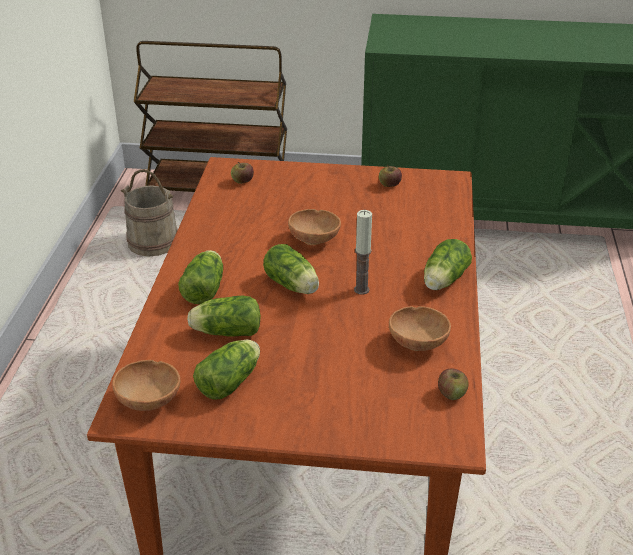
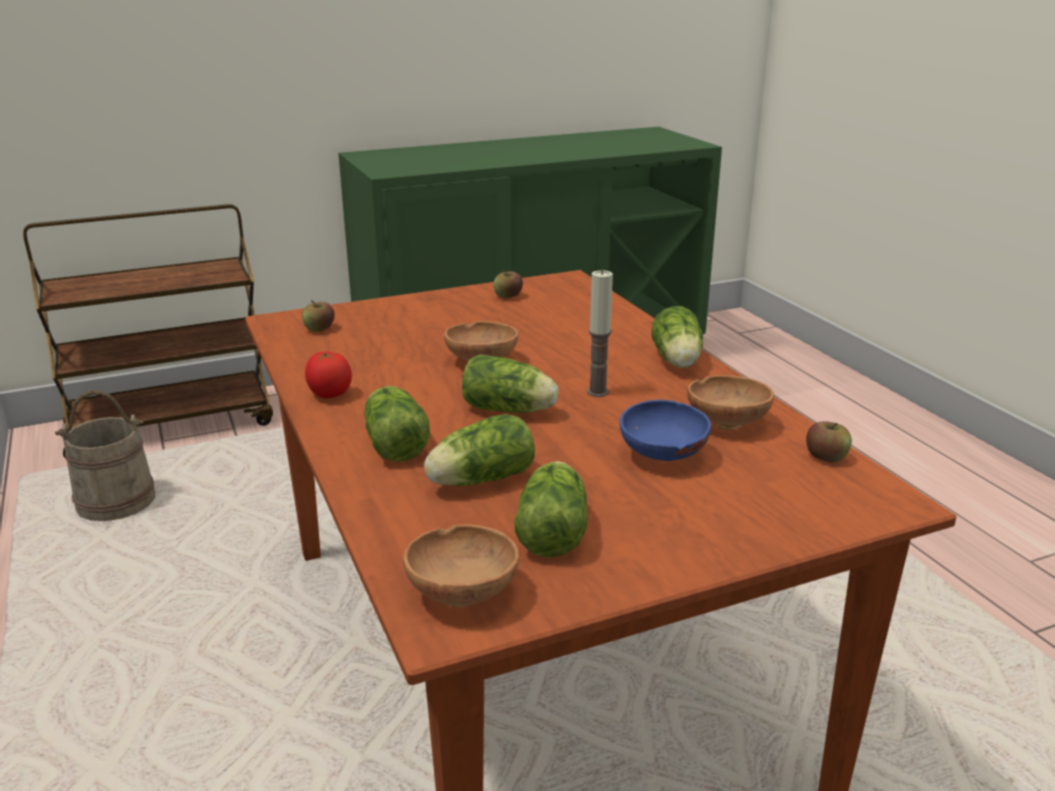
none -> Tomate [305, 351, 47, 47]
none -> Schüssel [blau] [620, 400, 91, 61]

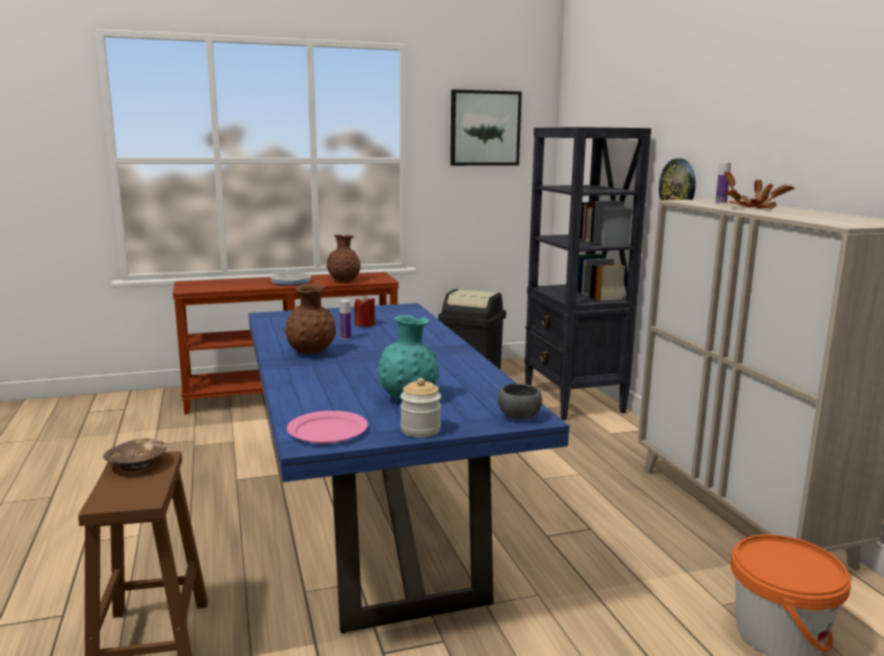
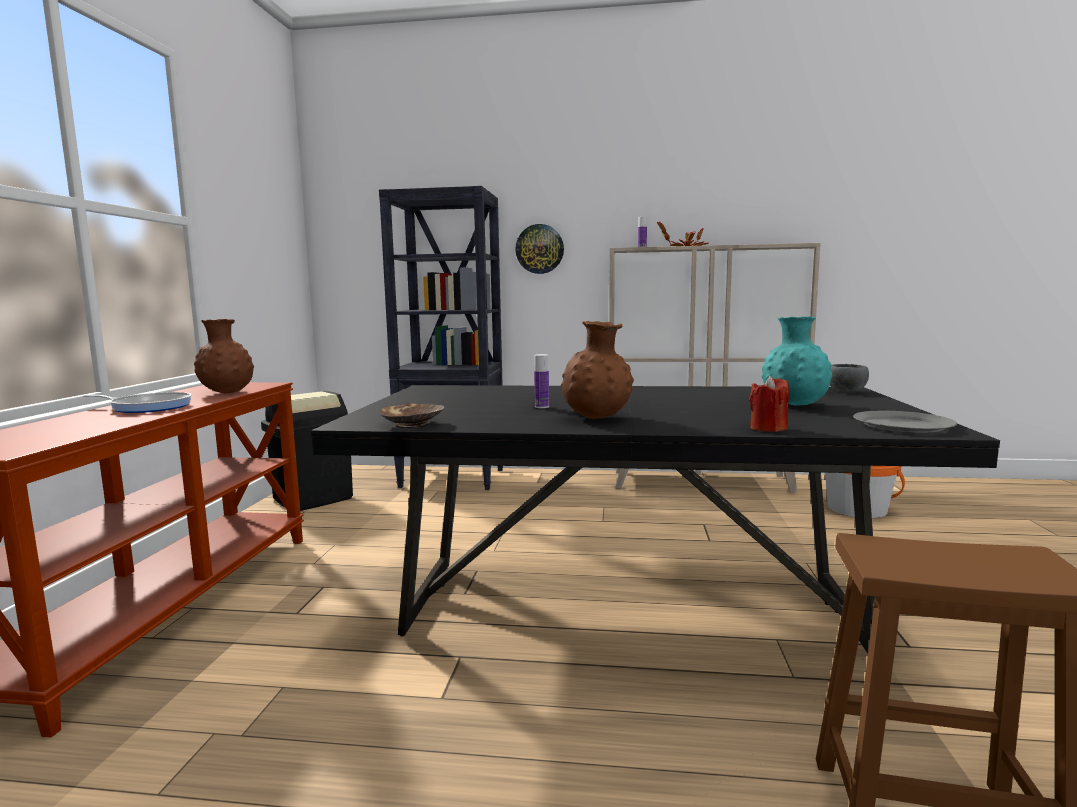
Bild [450, 90, 72, 76] -> none
Kerze [rot] [354, 295, 21, 32] -> Kerze [rot] [749, 376, 41, 56], moved
Esstisch [blau] [248, 303, 321, 330] -> Esstisch [schwarz] [311, 385, 689, 268]
Vorratsglas [400, 378, 41, 59] -> none
Teller [rosa] [287, 411, 81, 32] -> Teller [grau] [853, 411, 104, 22]
Schüssel [braun] [103, 439, 63, 32] -> Schüssel [braun] [379, 403, 65, 25], moved

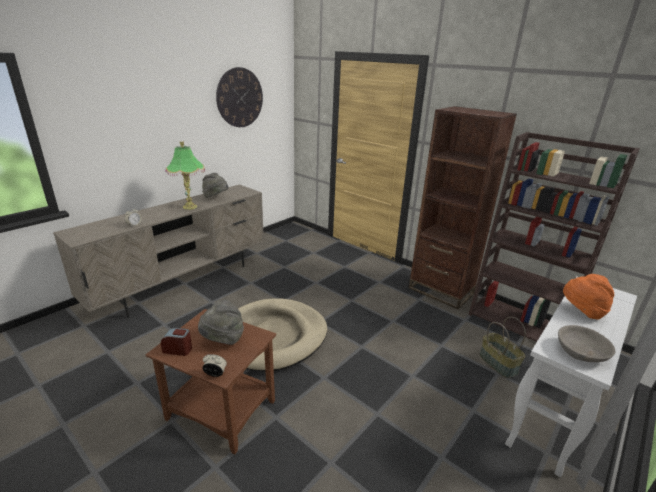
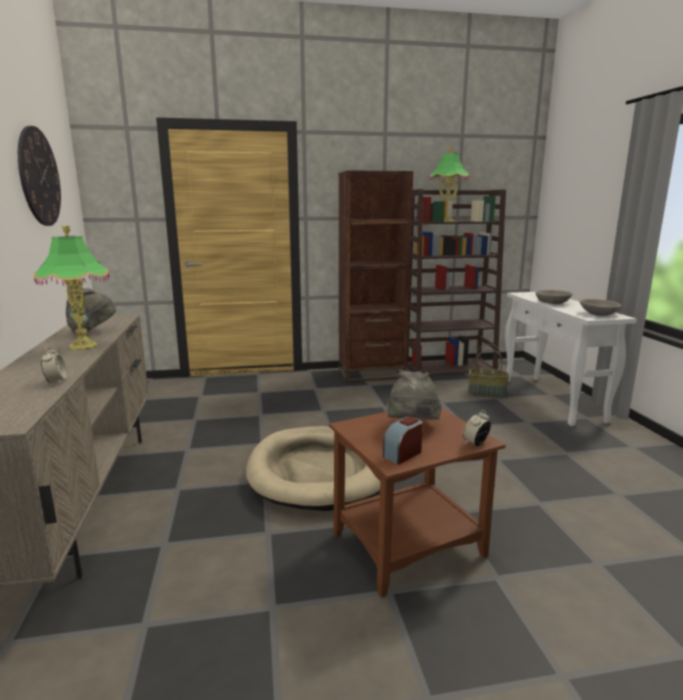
Hut [orange] [563, 274, 51, 46] -> Schüssel [grau] [535, 290, 38, 14]
none -> Tischlampe [429, 147, 40, 75]

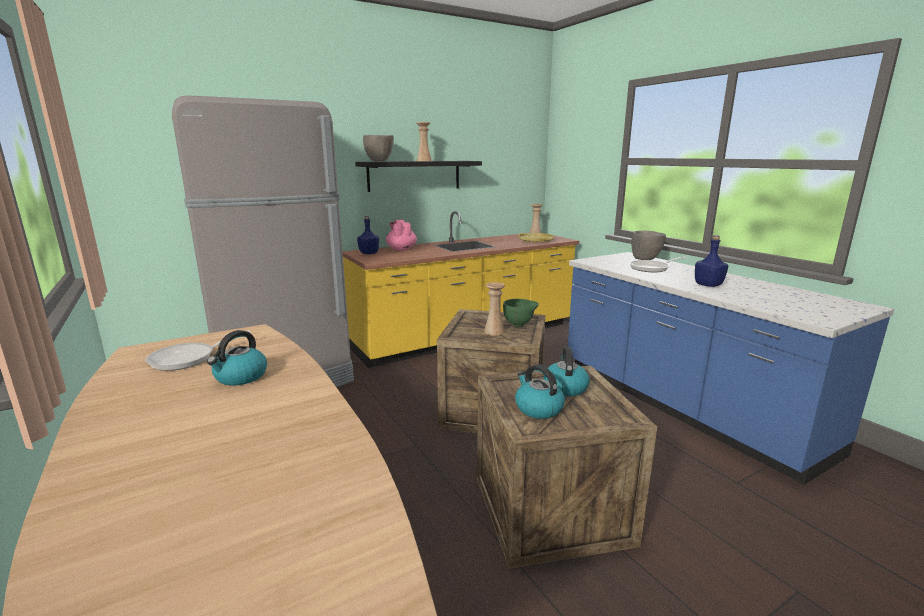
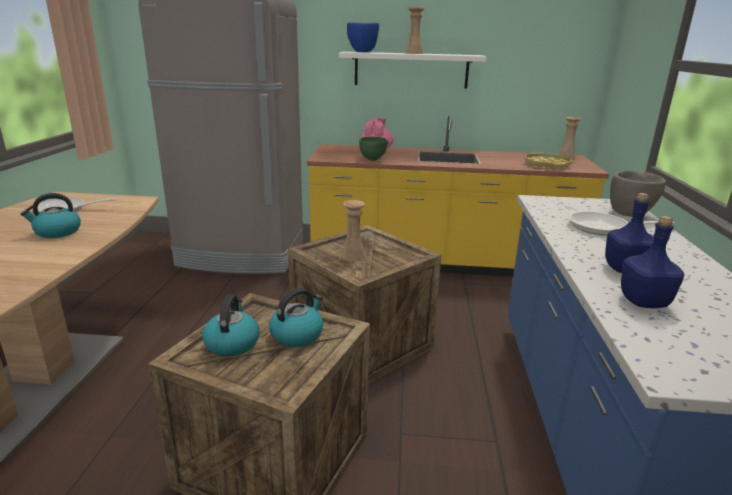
Schüssel [grau] [363, 135, 31, 26] -> Schüssel [blau] [347, 22, 32, 30]
Wandregal [schwarz] [355, 161, 127, 31] -> Wandregal [weiß] [339, 52, 148, 36]
Flasche [blau] [357, 216, 22, 38] -> Flasche [blau] [621, 216, 63, 92], moved
Schüssel [grün] [503, 299, 36, 28] -> Schüssel [grün] [359, 137, 30, 24], moved

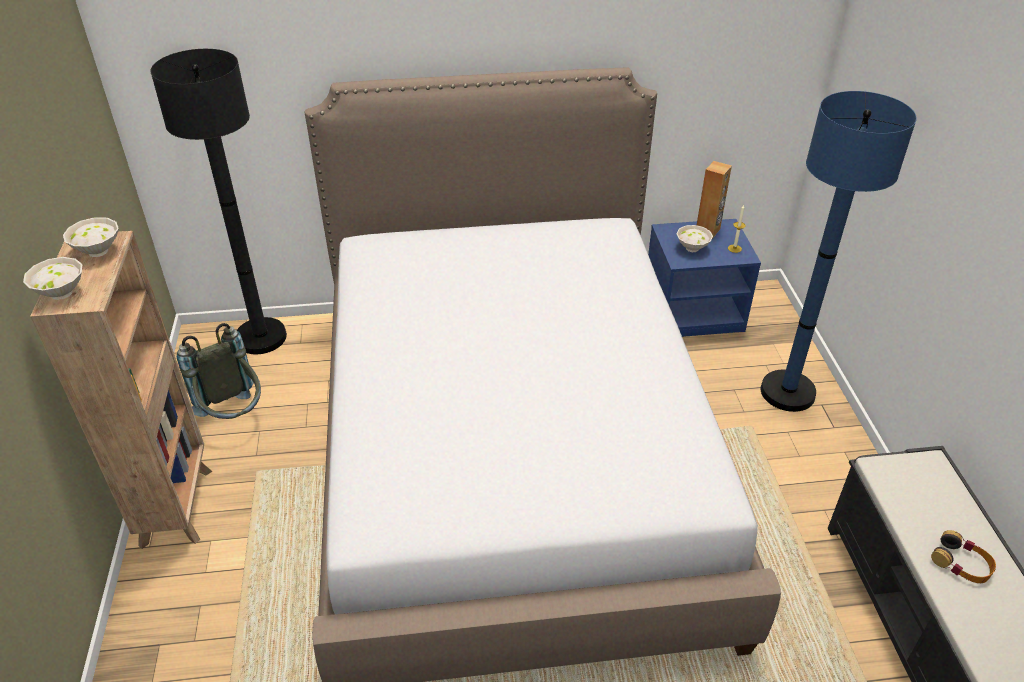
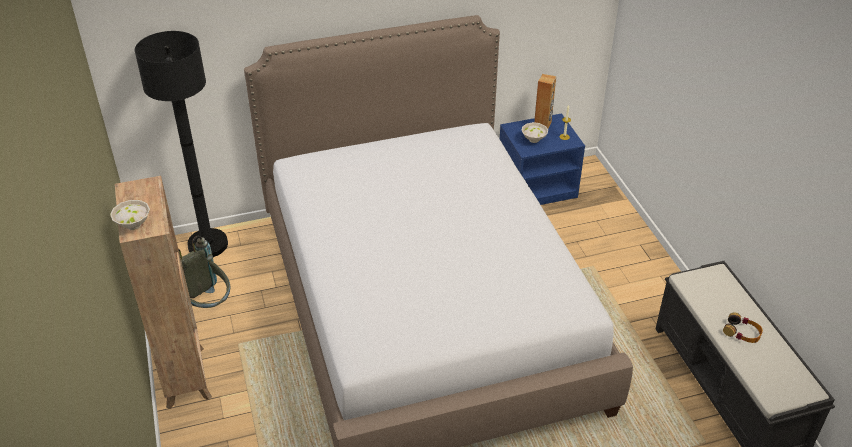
Stehlampe [blau] [761, 91, 156, 321] -> none
Schüssel [weiß] [63, 217, 56, 40] -> none

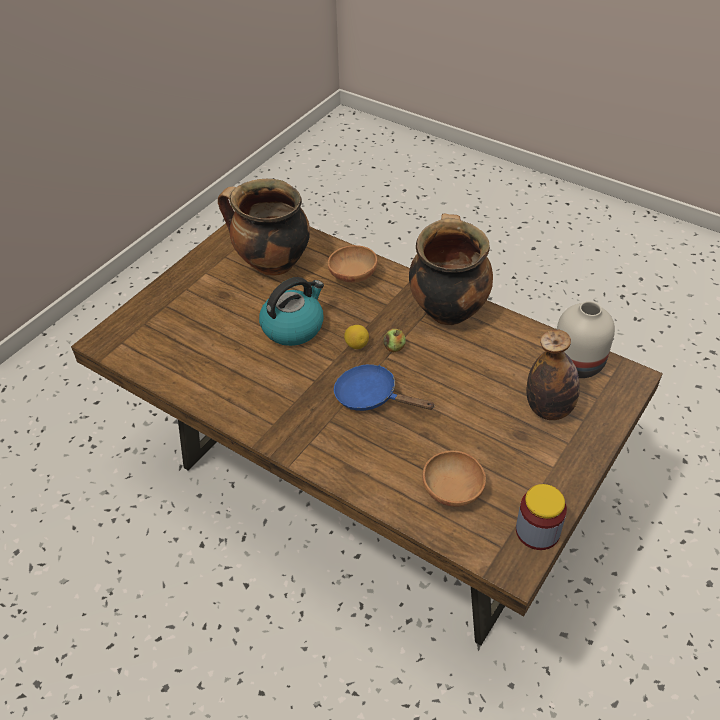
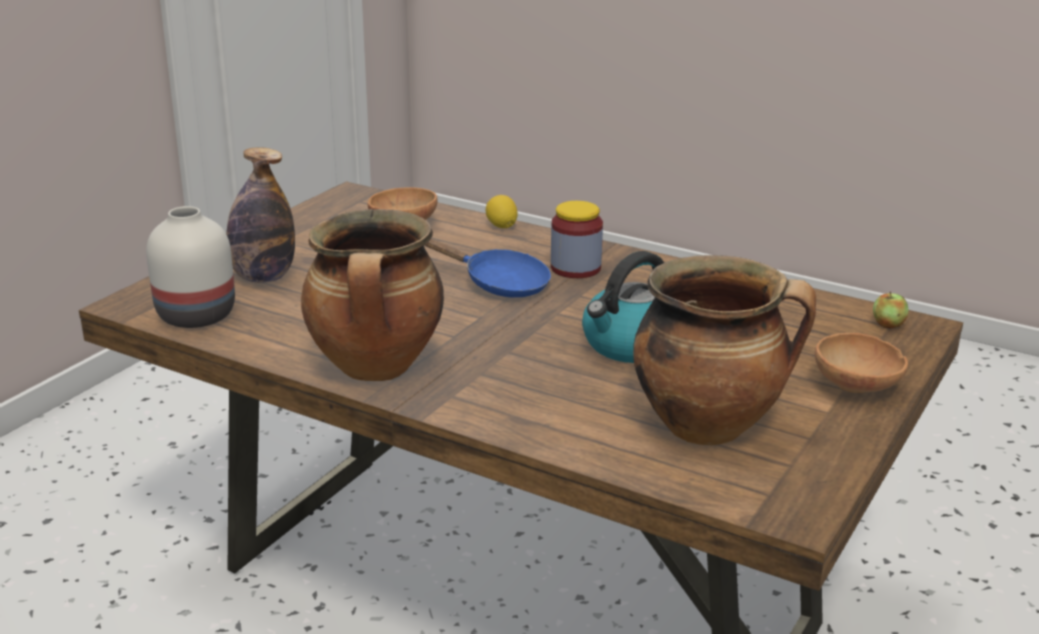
Schüssel [braun] [328, 245, 50, 38] -> Schüssel [braun] [815, 333, 93, 60], moved
Zitrone [344, 325, 25, 24] -> Zitrone [486, 195, 32, 33], moved
Apfel [383, 329, 23, 23] -> Apfel [873, 291, 36, 38], moved
Vorratsglas [516, 484, 51, 66] -> Vorratsglas [551, 201, 52, 77], moved

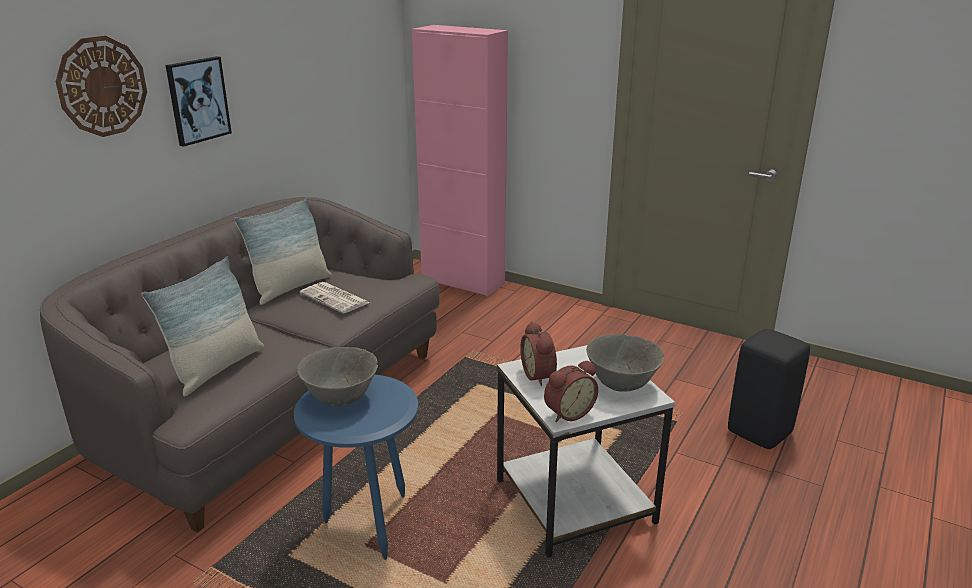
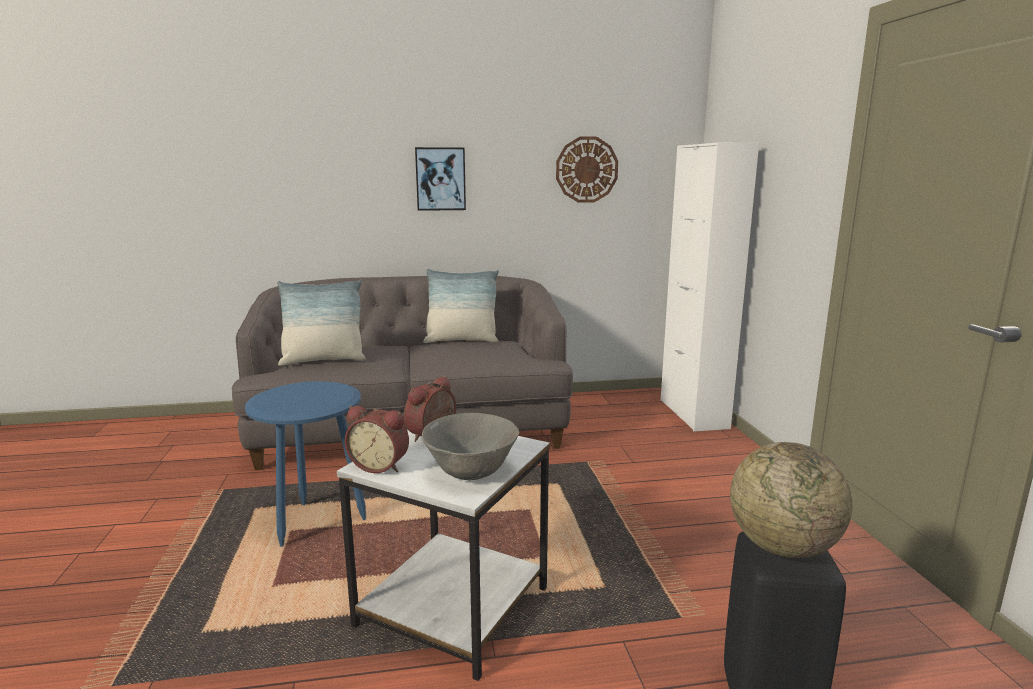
Schrank [rosa] [412, 25, 96, 272] -> Schrank [weiß] [660, 143, 99, 289]
Wanduhr [55, 36, 92, 101] -> Wanduhr [556, 137, 62, 66], moved
Zeitung [300, 282, 70, 32] -> none
Schüssel [grau] [297, 347, 81, 60] -> none
none -> Globus [730, 442, 122, 116]

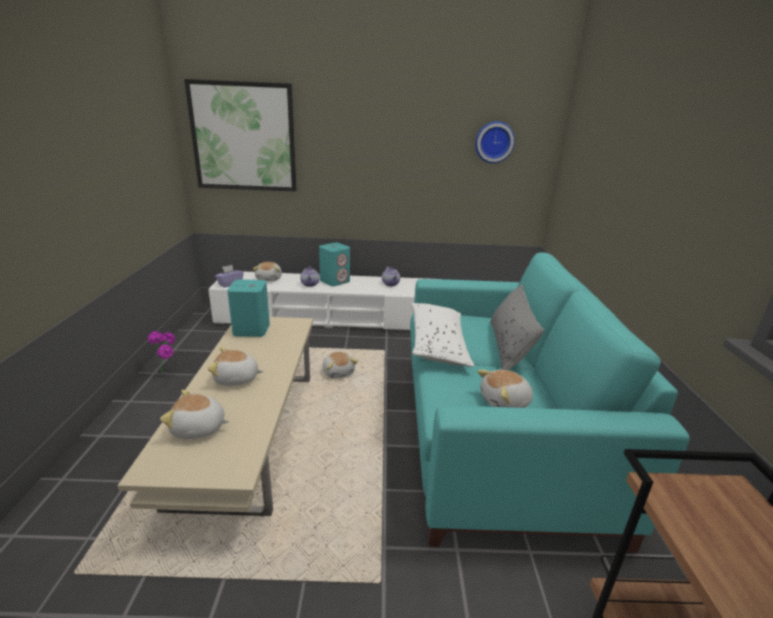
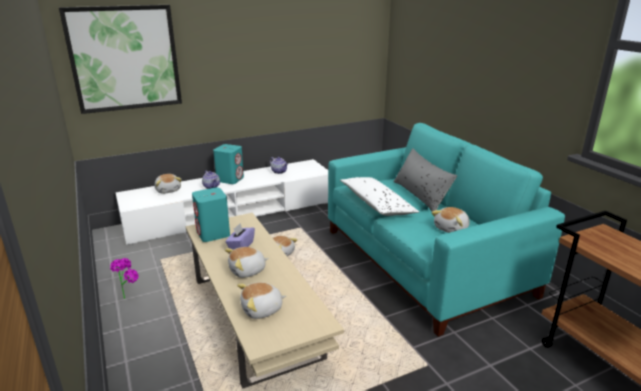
Wanduhr [475, 121, 40, 42] -> none
Taschentuchbox [lila] [215, 265, 29, 23] -> Taschentuchbox [lila] [225, 223, 30, 27], moved

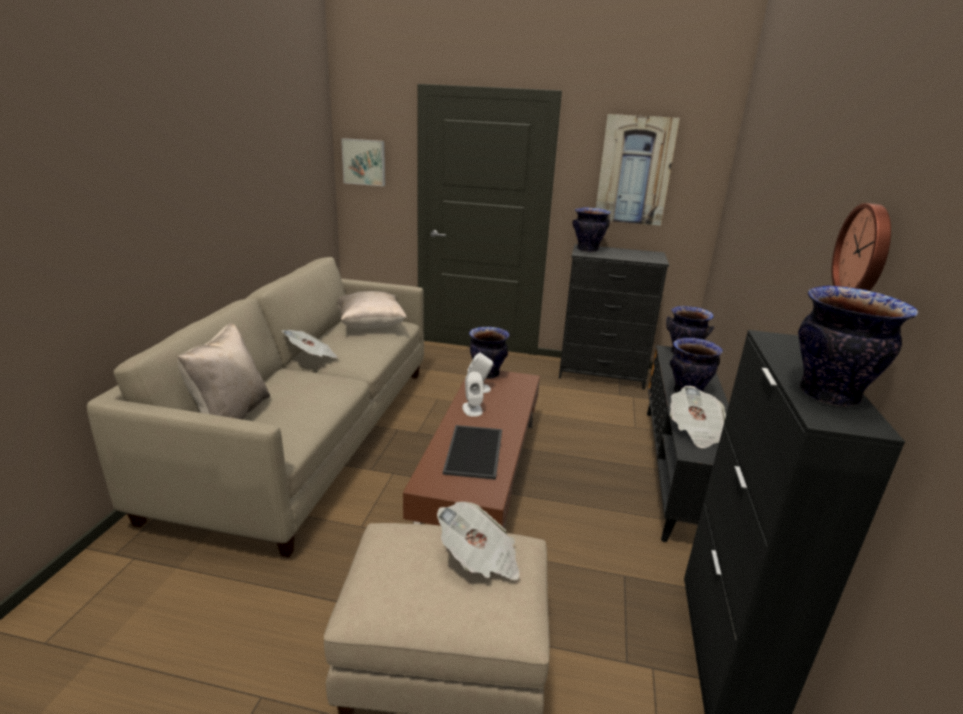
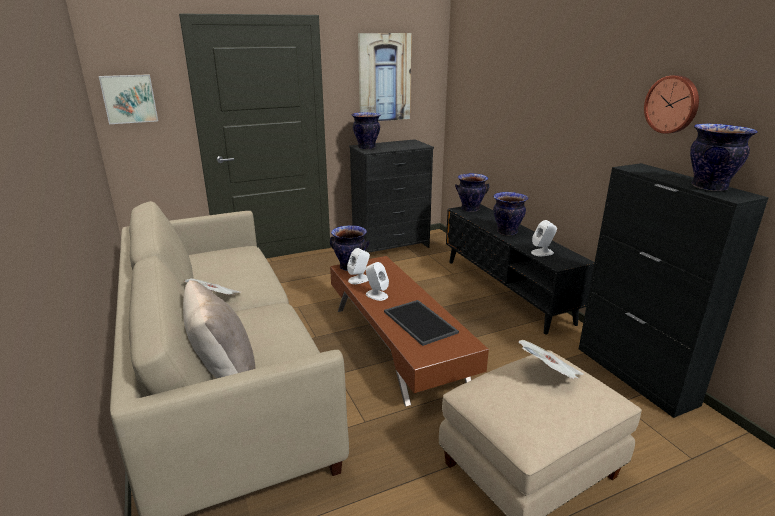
Kissen [beige] [338, 291, 69, 38] -> none
Zeitung [670, 386, 56, 63] -> Lautsprecher [weiß] [531, 220, 26, 36]

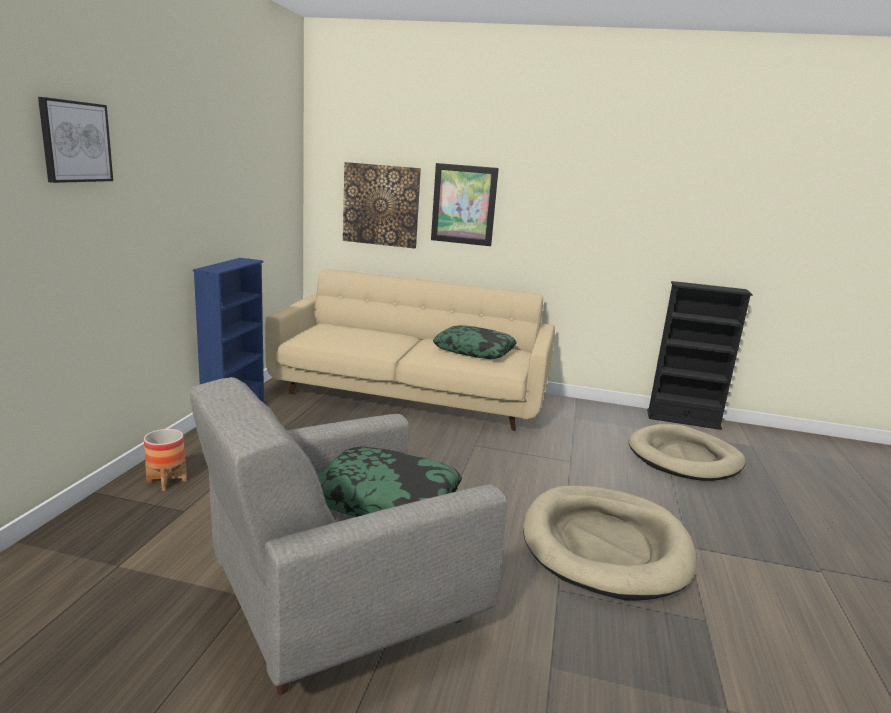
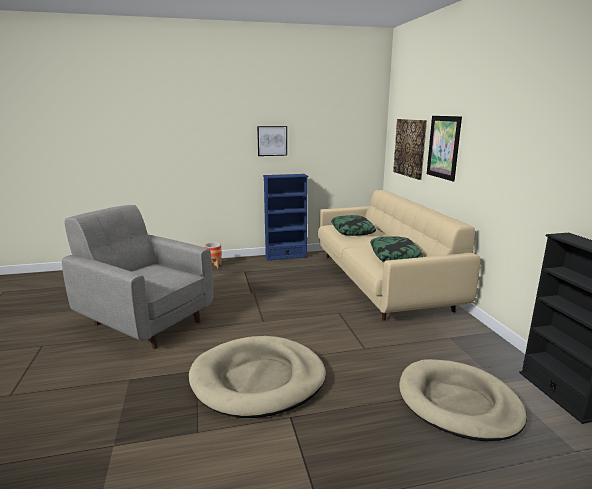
Bild [38, 97, 75, 86] -> Bild [257, 126, 30, 30], moved
Kissen [318, 446, 144, 71] -> Kissen [331, 215, 45, 21], moved

